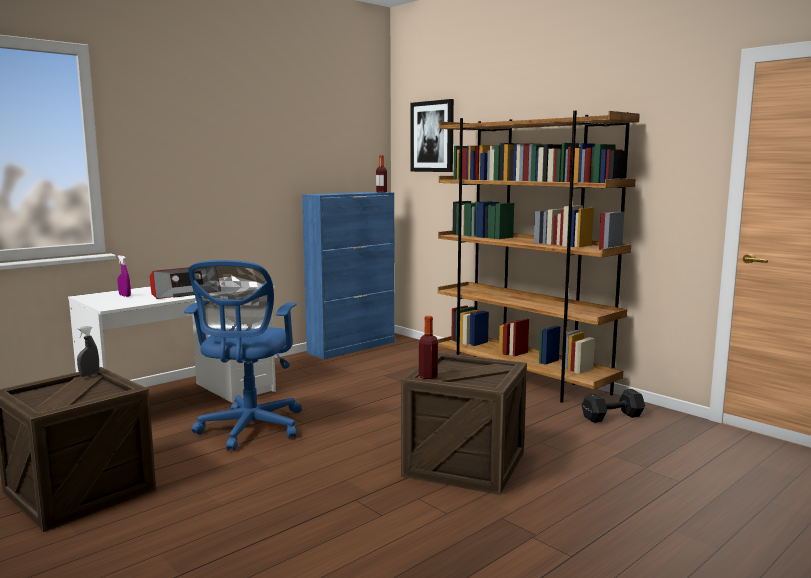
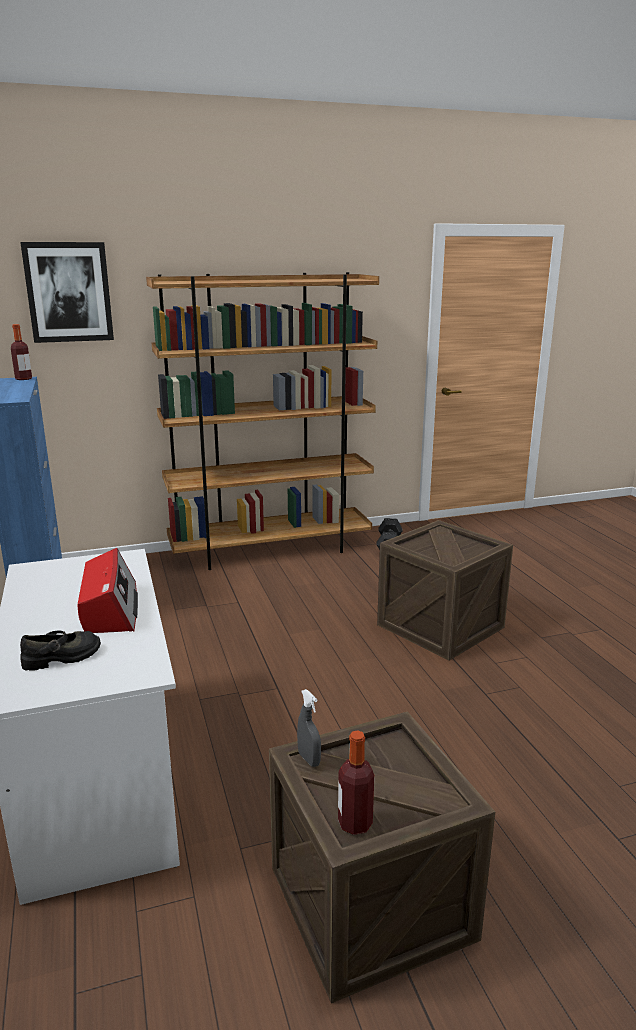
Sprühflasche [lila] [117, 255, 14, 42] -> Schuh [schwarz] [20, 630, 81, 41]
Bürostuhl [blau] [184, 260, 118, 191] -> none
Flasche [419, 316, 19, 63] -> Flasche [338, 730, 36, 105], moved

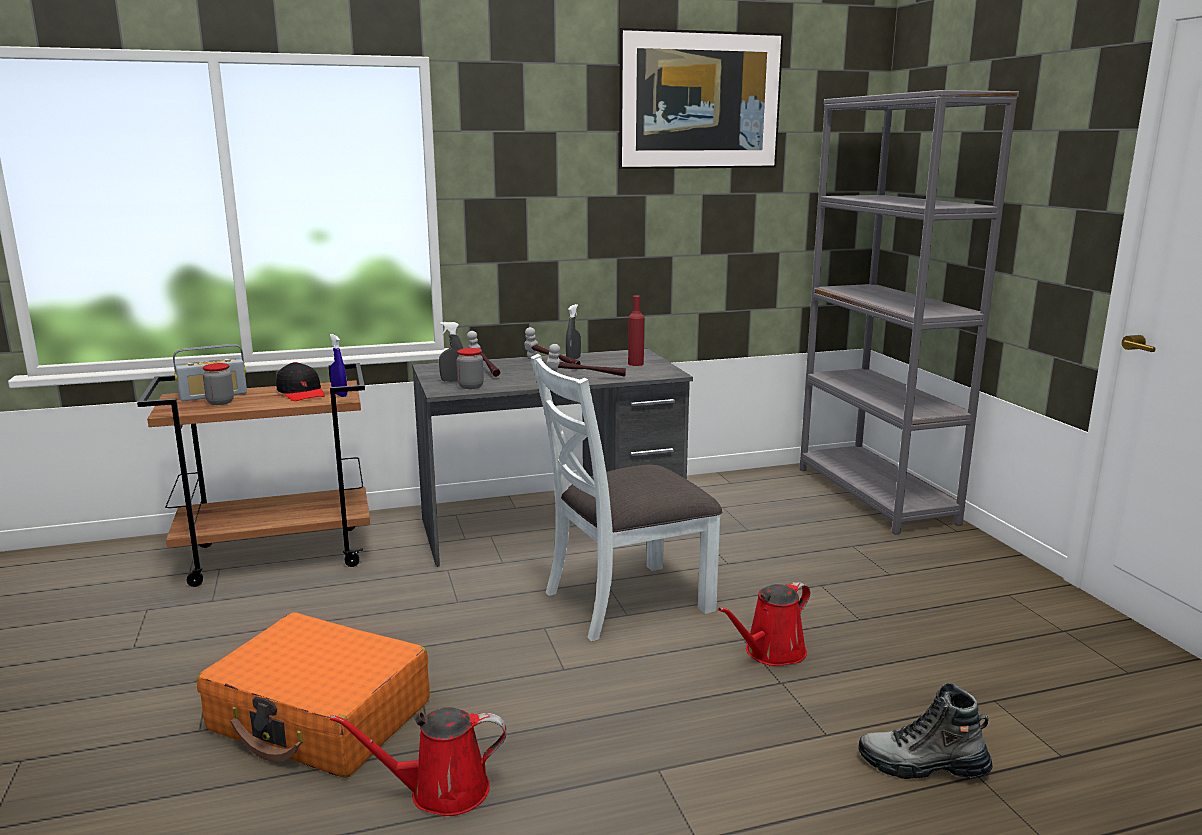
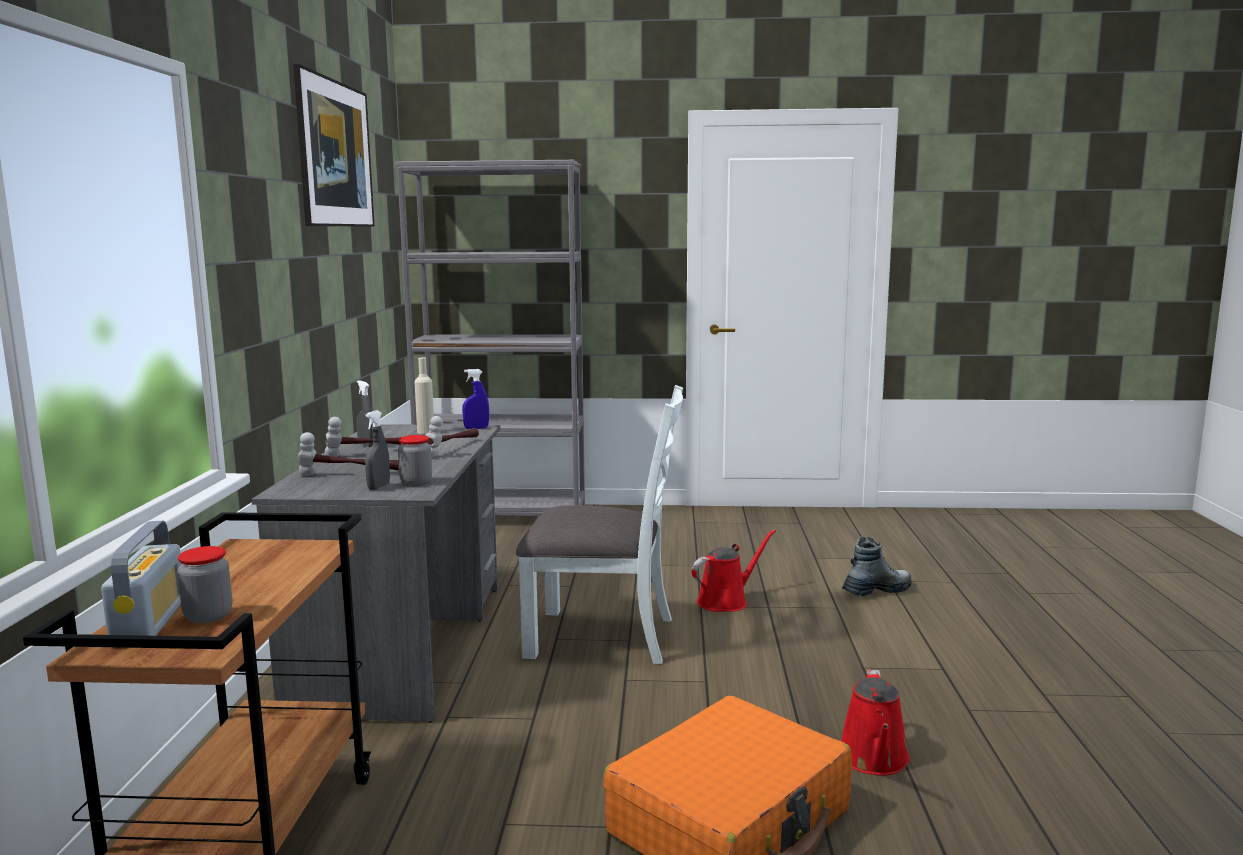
Flasche [rot] [628, 296, 16, 70] -> Flasche [beige] [415, 357, 19, 77]
Sprühflasche [blau] [330, 334, 17, 63] -> Sprühflasche [blau] [462, 369, 27, 60], moved
Stuhl [weiß] [530, 354, 192, 287] -> Stuhl [weiß] [516, 385, 167, 279], 75 degrees counterclockwise
Kappe [schwarz] [276, 362, 49, 39] -> none
Gießkanne [rot] [718, 582, 93, 84] -> Gießkanne [rot] [692, 529, 84, 83], 105 degrees counterclockwise
Stiefel [859, 683, 134, 96] -> Stiefel [842, 537, 69, 59], 150 degrees counterclockwise

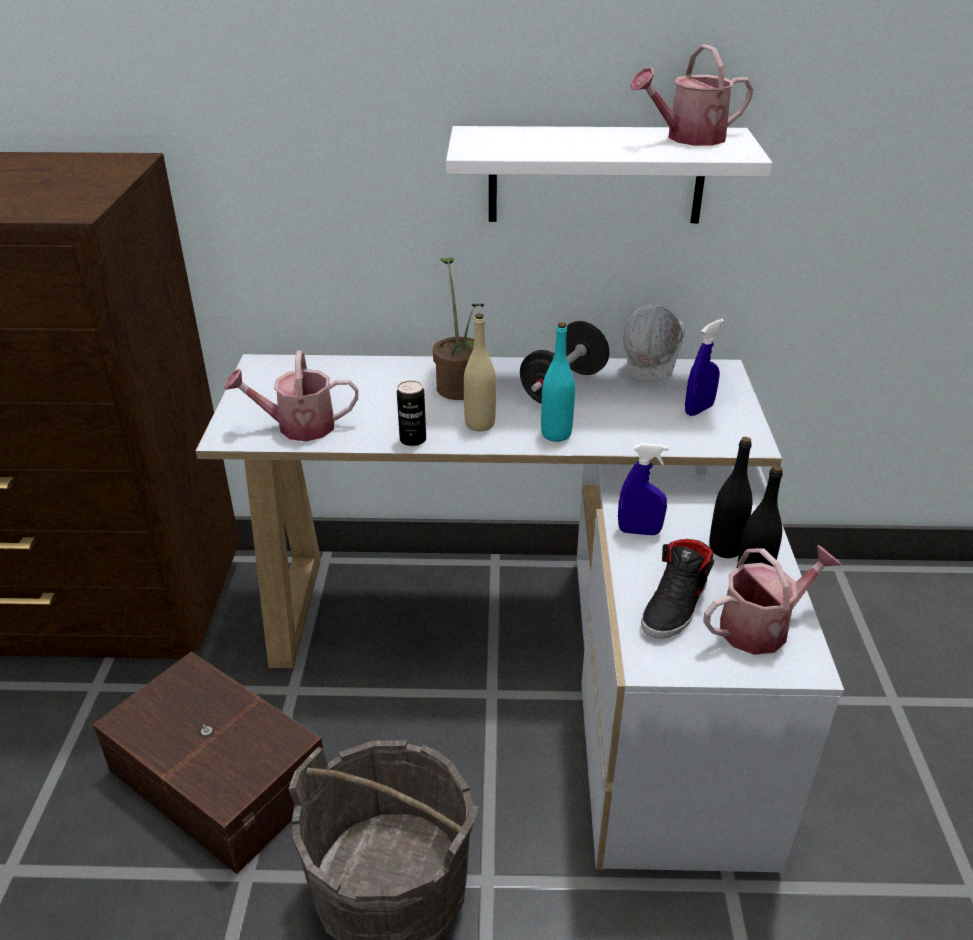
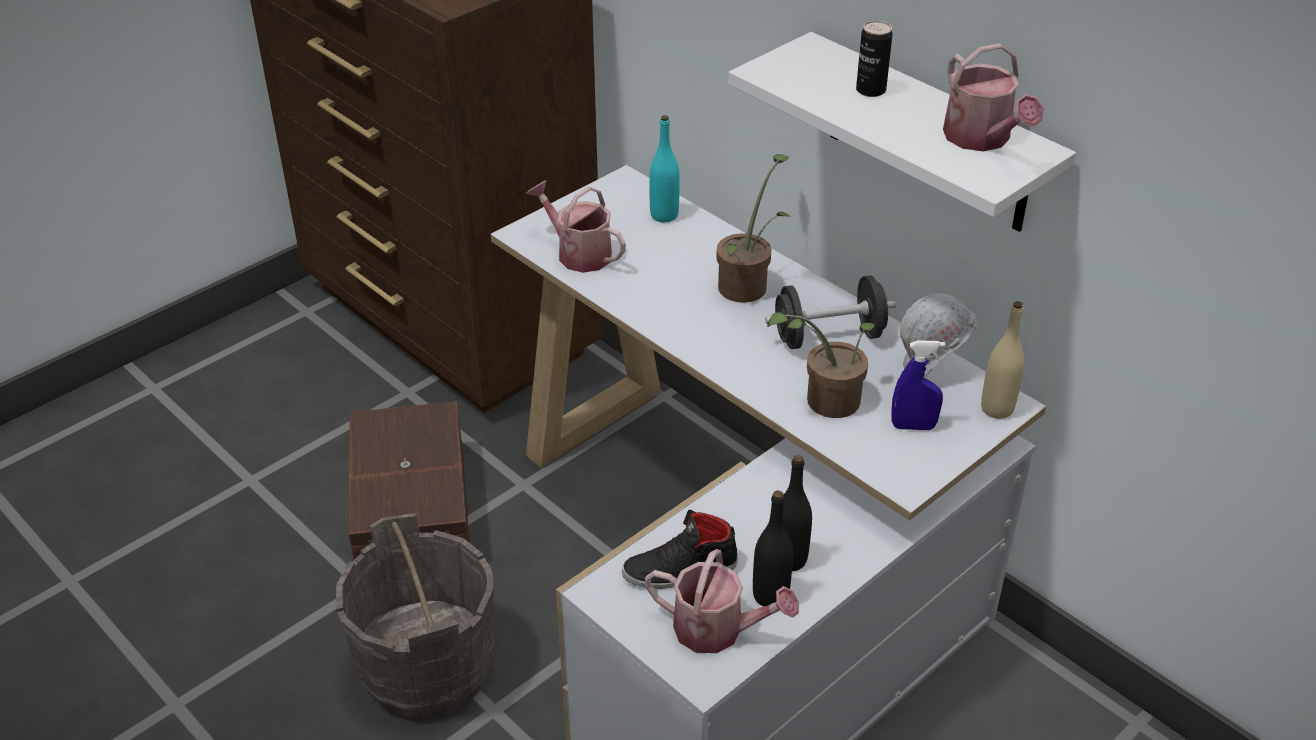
Gießkanne [630, 44, 123, 102] -> Gießkanne [943, 43, 101, 108], 135 degrees counterclockwise
Flasche [beige] [464, 313, 32, 118] -> Flasche [beige] [981, 301, 43, 118], moved
Flasche [türkis] [541, 322, 34, 120] -> Flasche [türkis] [649, 115, 31, 108], moved
Dose [397, 380, 29, 66] -> Dose [856, 21, 37, 76], moved
Sprühflasche [blau] [618, 443, 50, 92] -> none
none -> Topfpflanze [767, 312, 108, 106]

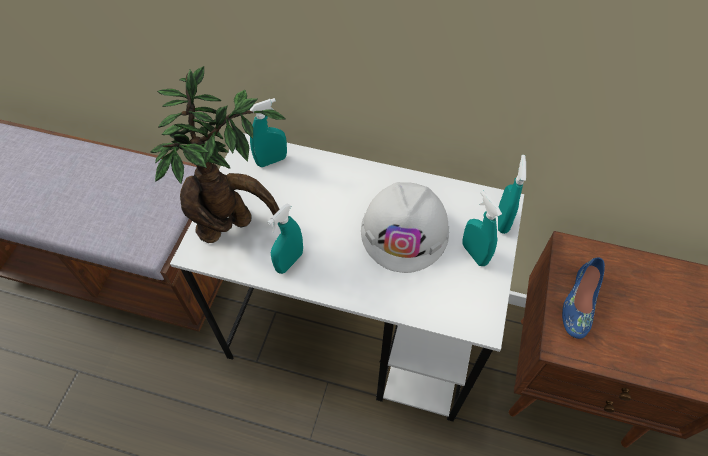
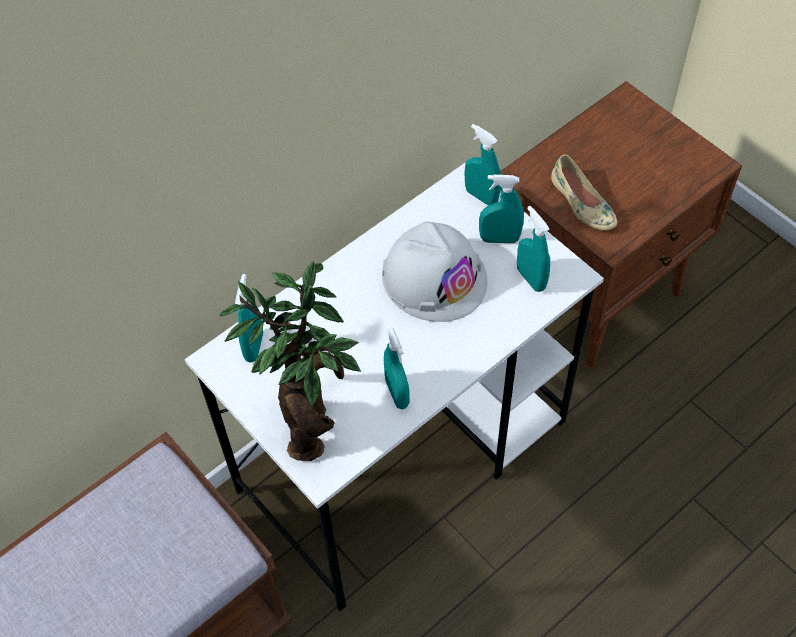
Schuh [blau] [562, 257, 43, 82] -> Schuh [beige] [551, 154, 66, 77]
none -> Sprühflasche [türkis] [517, 206, 33, 86]

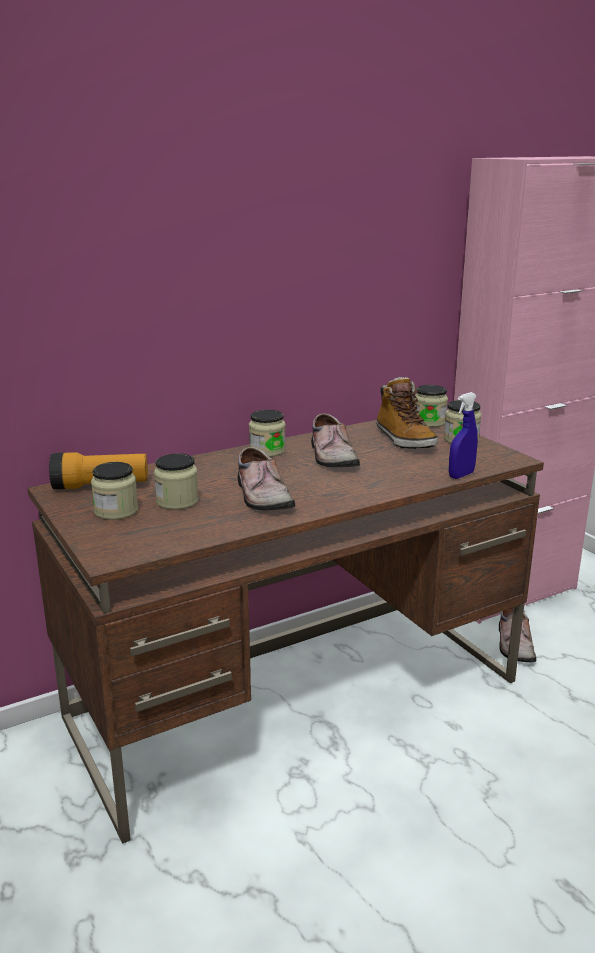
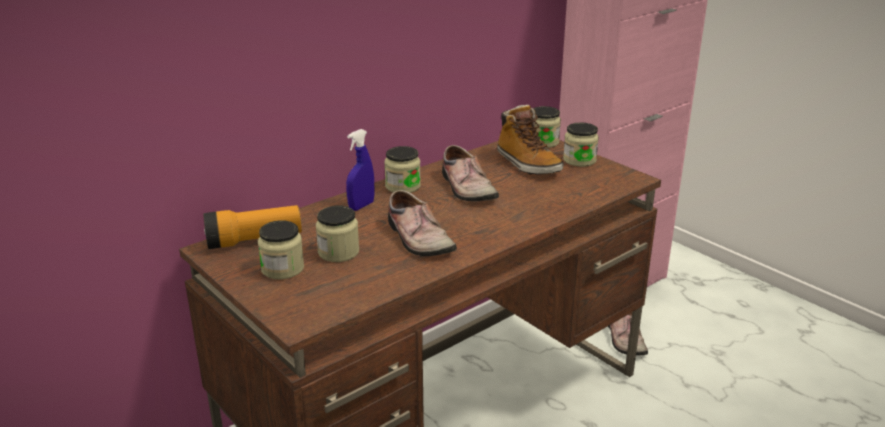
Sprühflasche [blau] [449, 392, 29, 87] -> Sprühflasche [blau] [346, 129, 28, 82], moved

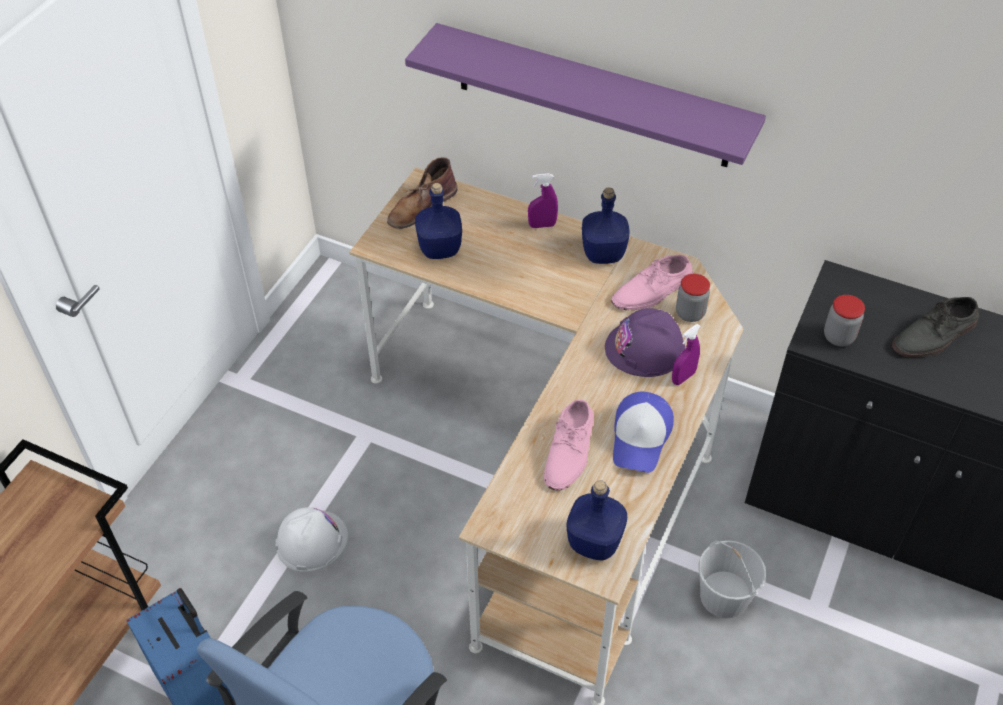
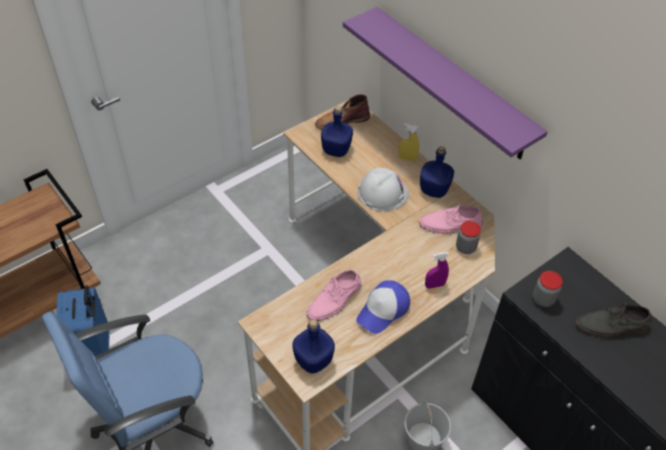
Sprühflasche [lila] [528, 173, 30, 55] -> Sprühflasche [gelb] [399, 123, 20, 39]
Schutzhelm [lila] [605, 308, 81, 69] -> none
Schutzhelm [weiß] [276, 507, 72, 65] -> Schutzhelm [weiß] [358, 168, 51, 43], moved

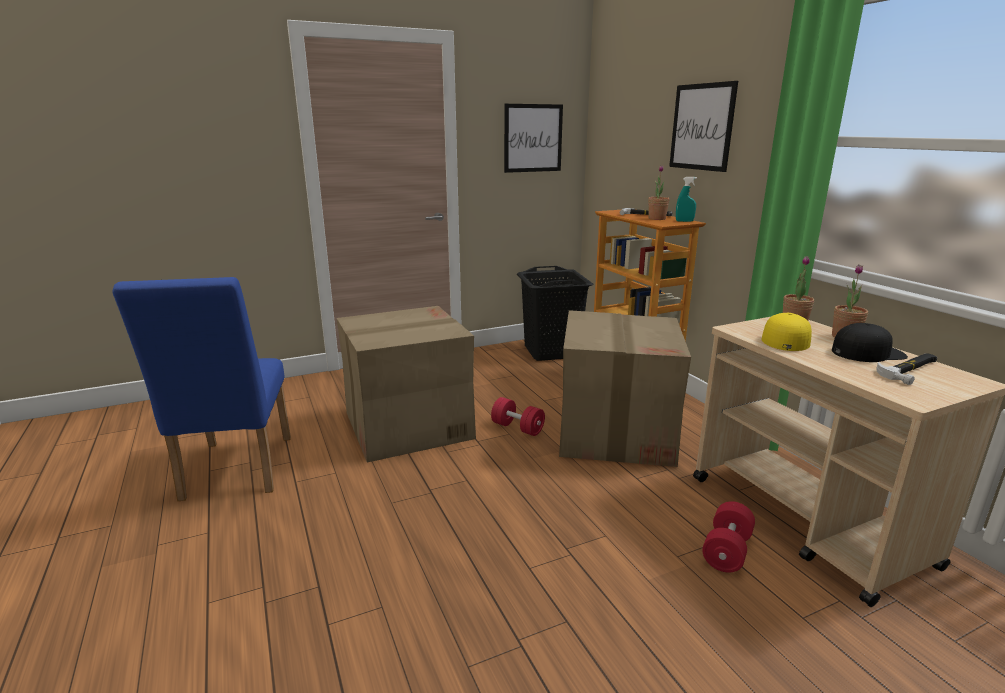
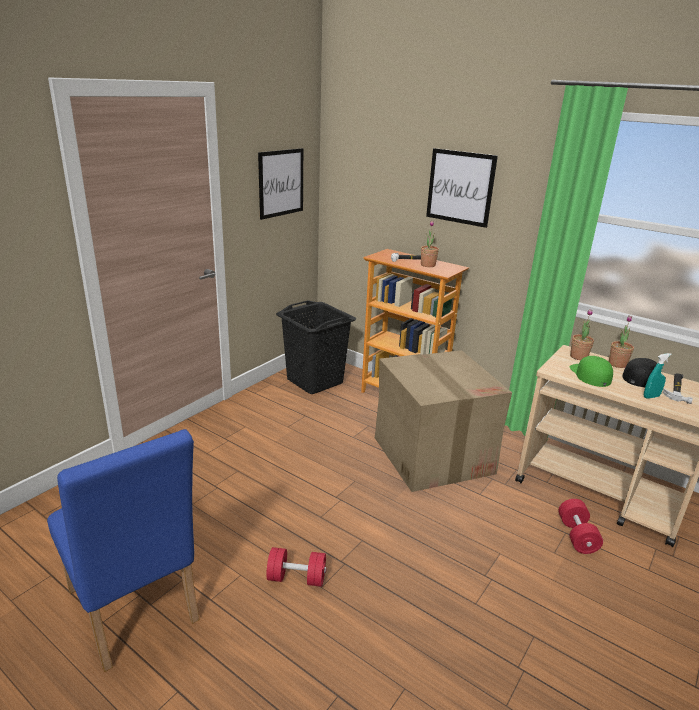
Sprühflasche [türkis] [676, 177, 21, 45] -> Sprühflasche [türkis] [644, 353, 28, 46], moved
Karton [337, 306, 139, 157] -> none
Kappe [gelb] [761, 313, 51, 38] -> Kappe [grün] [569, 356, 44, 31]
Hantel [rot] [491, 397, 54, 39] -> Hantel [rot] [266, 547, 61, 40], moved

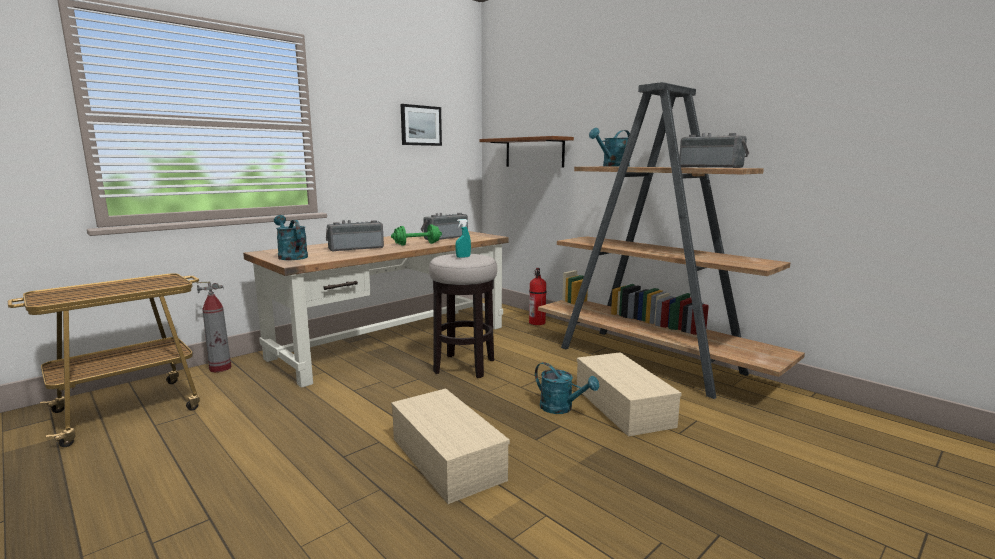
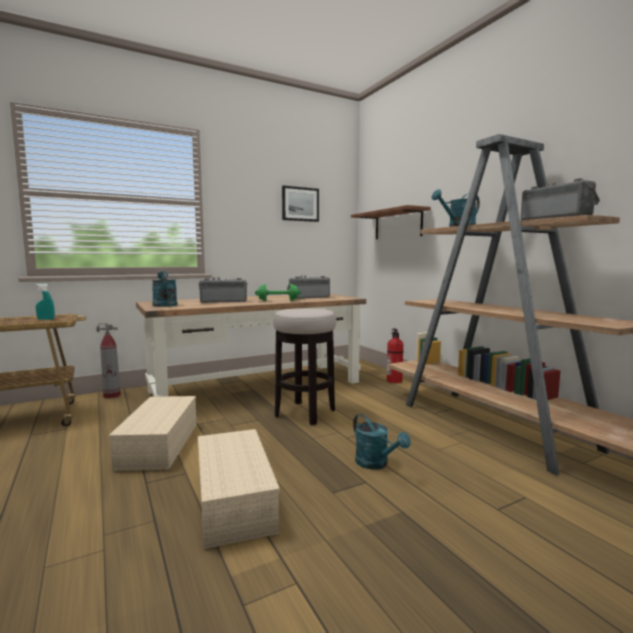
Sprühflasche [türkis] [456, 219, 15, 39] -> Sprühflasche [türkis] [36, 284, 19, 36], moved
Aufbewahrungsbox [beige] [577, 352, 105, 85] -> Aufbewahrungsbox [beige] [108, 396, 89, 75], moved

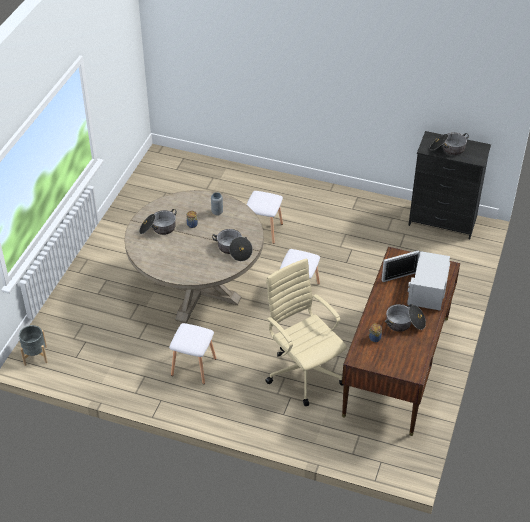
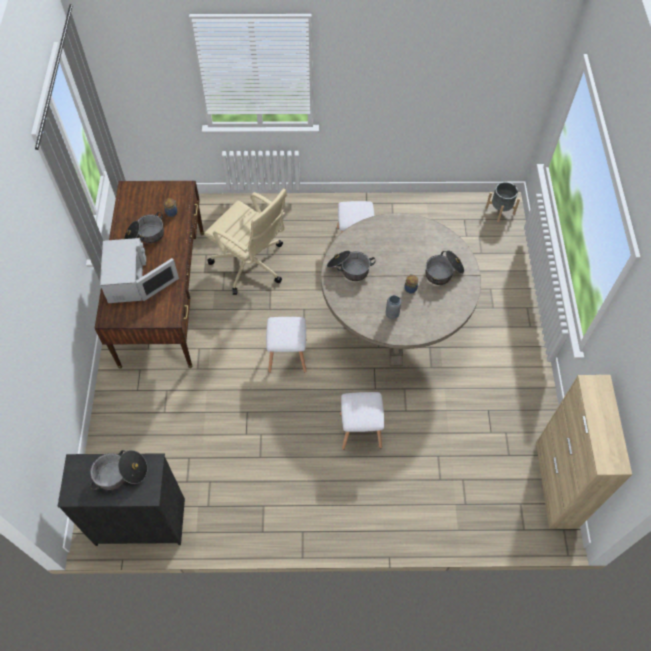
none -> Schrank [beige] [536, 375, 96, 154]

